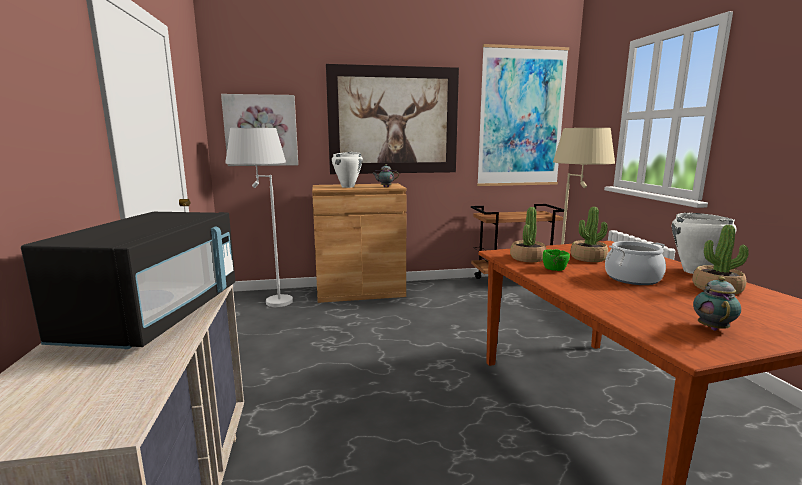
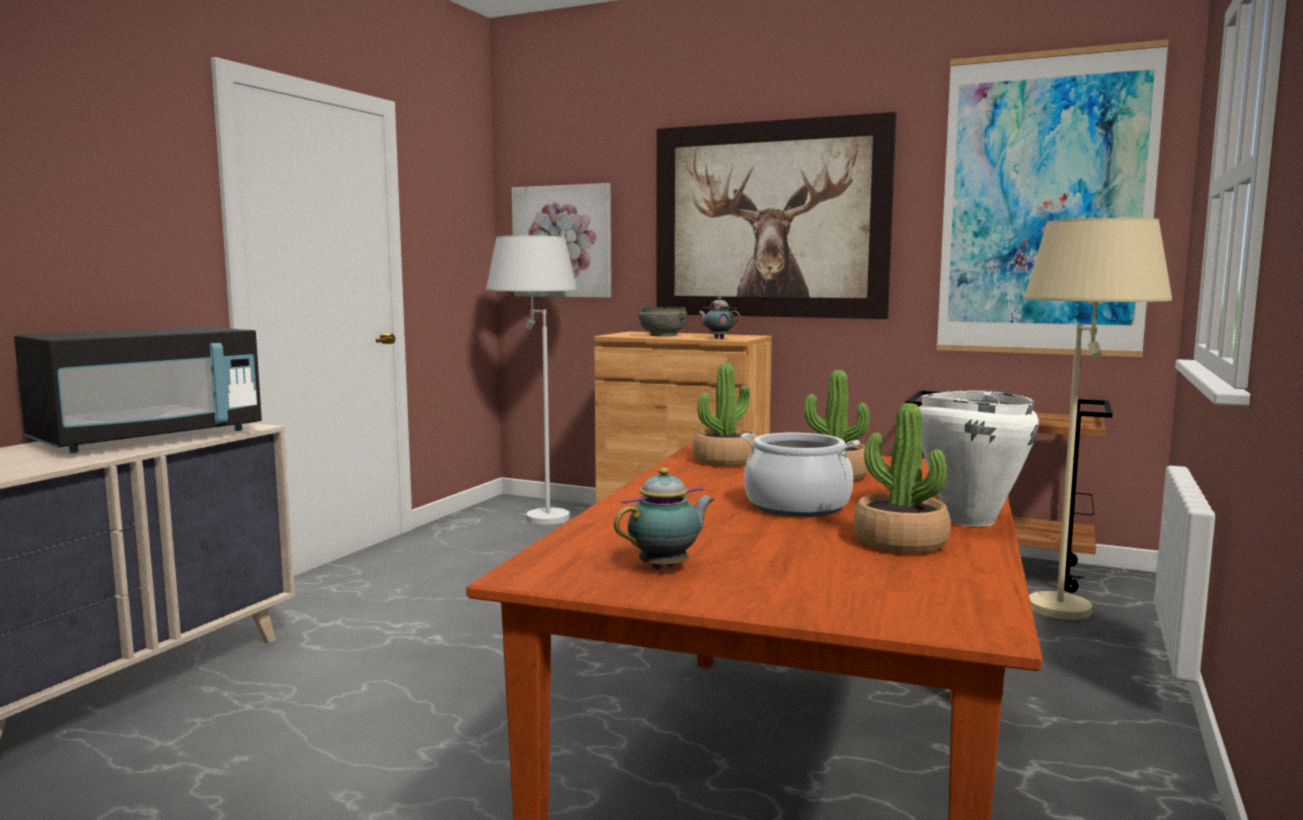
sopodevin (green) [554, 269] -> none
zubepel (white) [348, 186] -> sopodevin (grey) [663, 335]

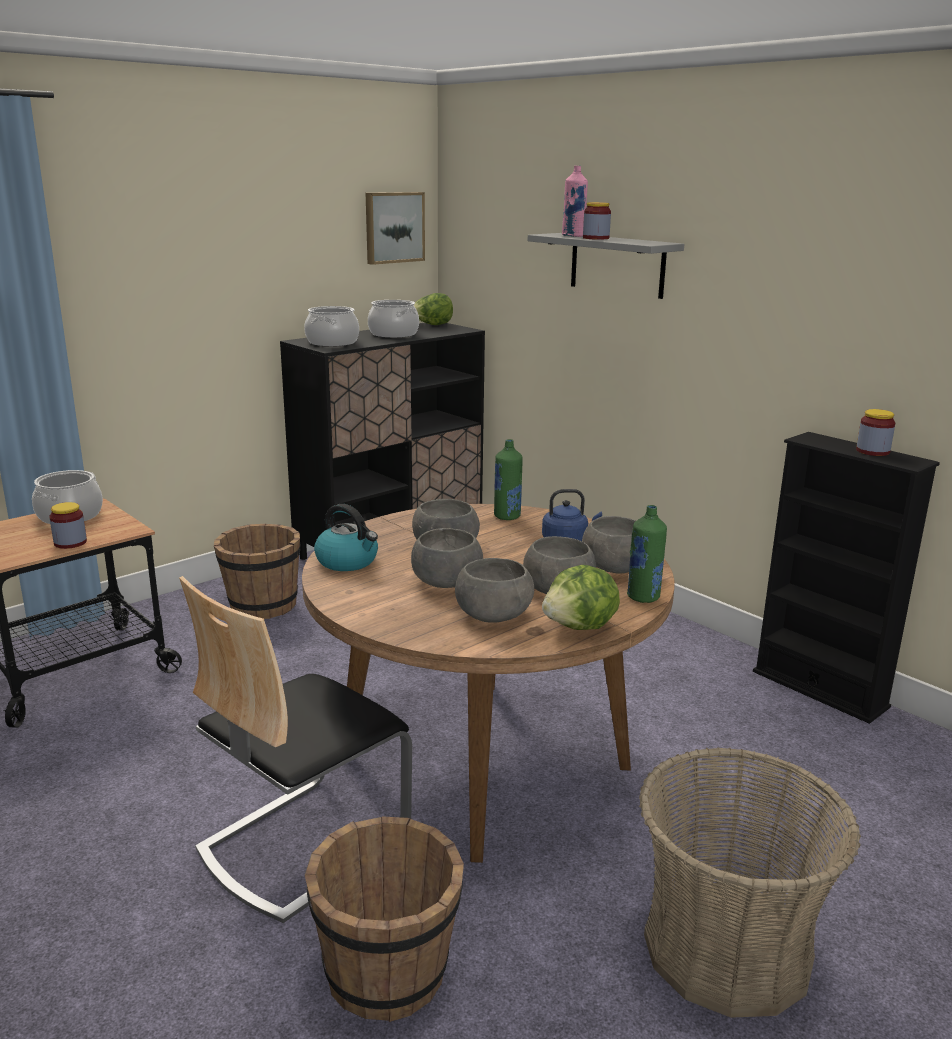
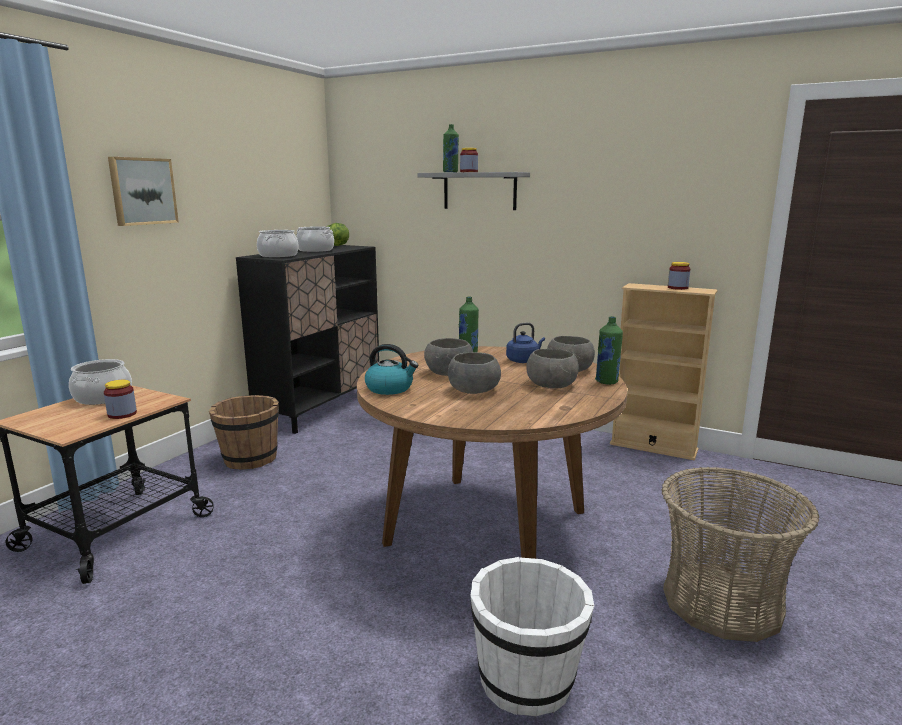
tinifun [302, 842] -> none
sopodevin (grey) [494, 614] -> none
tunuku [581, 627] -> none
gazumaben [393, 227] -> gazumaben [142, 191], shifted
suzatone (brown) [387, 973] -> suzatone (white) [527, 680]
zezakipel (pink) [573, 236] -> zezakipel (green) [450, 172]
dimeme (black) [819, 689] -> dimeme (beige) [653, 447]

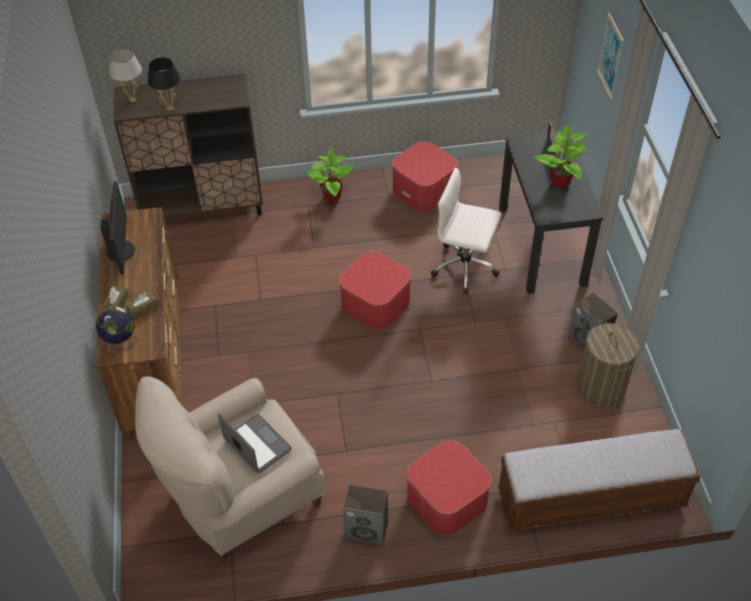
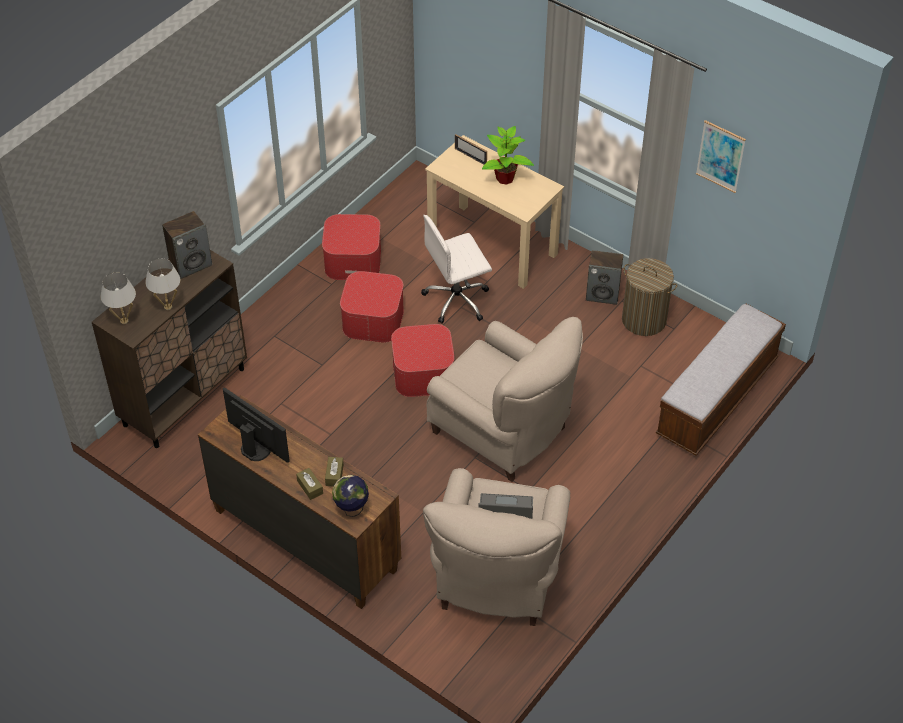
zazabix [331, 197] -> none
none -> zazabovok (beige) [504, 432]
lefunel [367, 530] -> lefunel [191, 264], shifted
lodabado [447, 499] -> lodabado [373, 319], shifted
gazumaben [610, 56] -> gazumaben [720, 156], shifted
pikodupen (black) [169, 108] -> pikodupen (white) [168, 307]
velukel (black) [541, 245] -> velukel (beige) [492, 245]

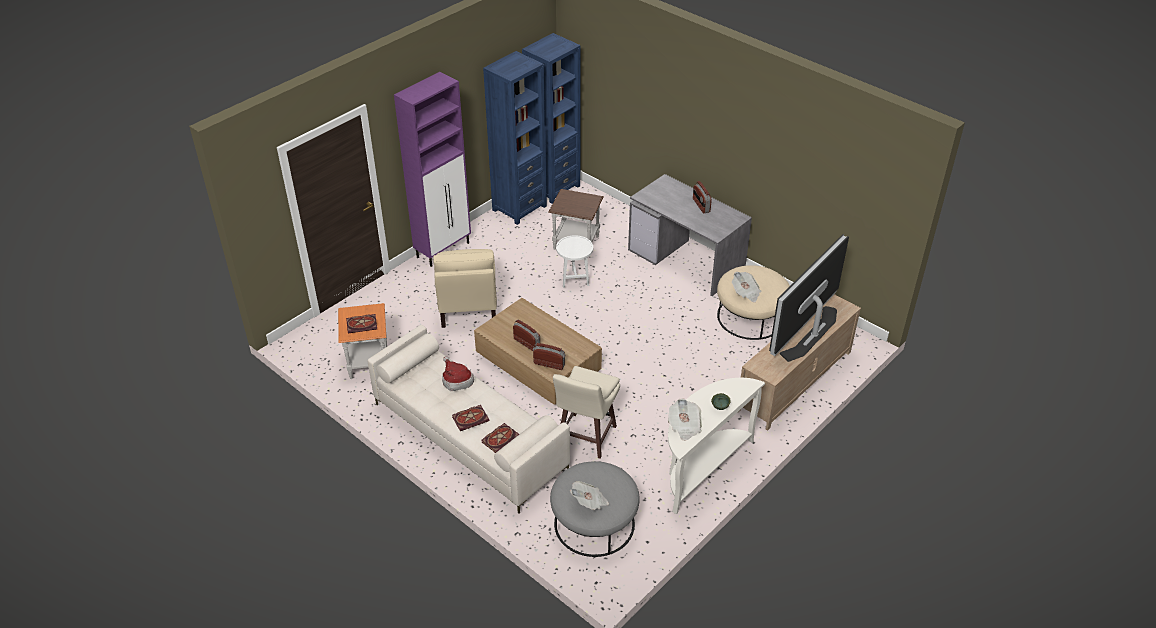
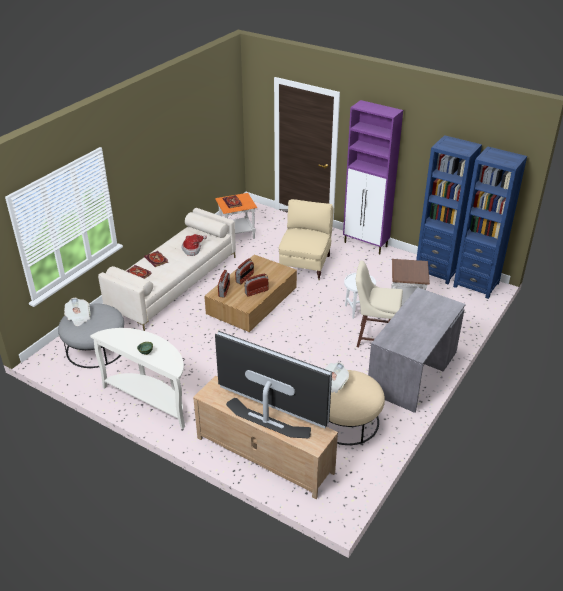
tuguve [684, 426] -> none
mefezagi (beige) [585, 437] -> mefezagi (beige) [374, 337], shifted
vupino [701, 205] -> vupino [256, 291], shifted
zazabovok (beige) [468, 306] -> zazabovok (beige) [305, 264], 120 degrees clockwise

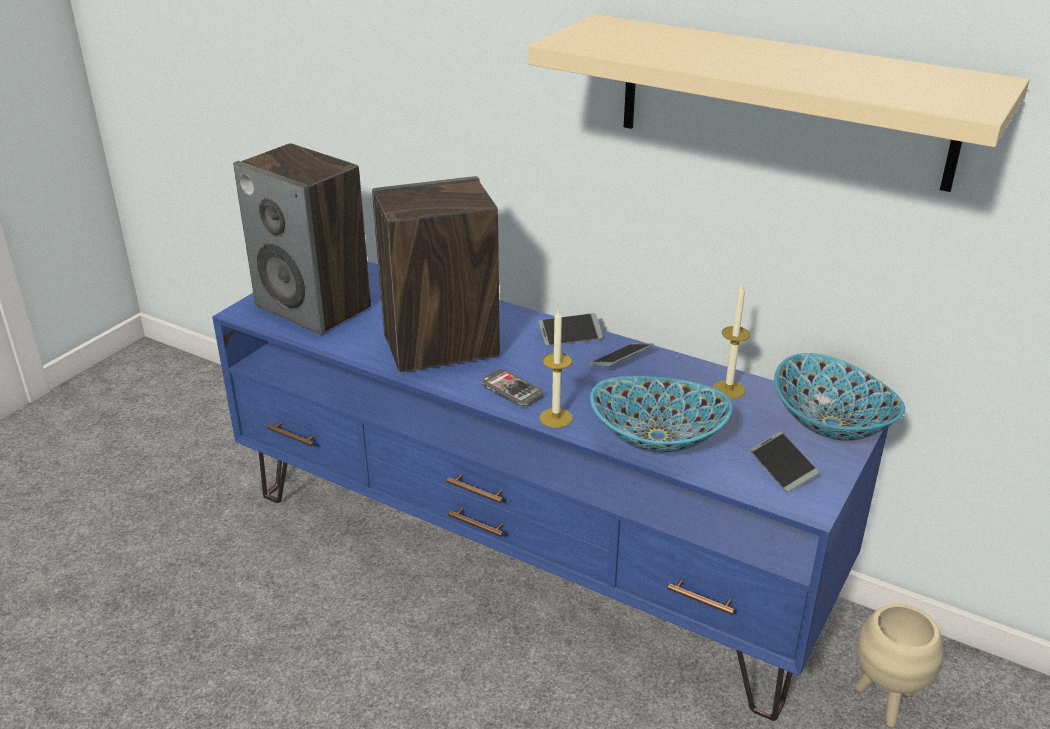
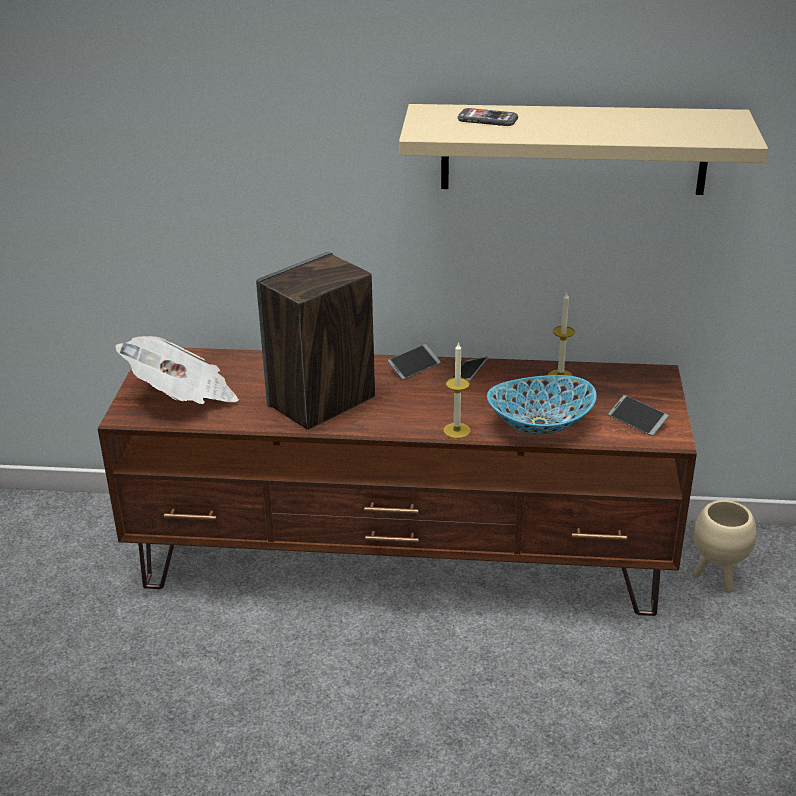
sopodevin [832, 424] -> none
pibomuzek [512, 390] -> pibomuzek [487, 119], shifted
lefunel [314, 307] -> tuguve [183, 397]
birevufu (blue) [528, 552] -> birevufu (brown) [402, 559]

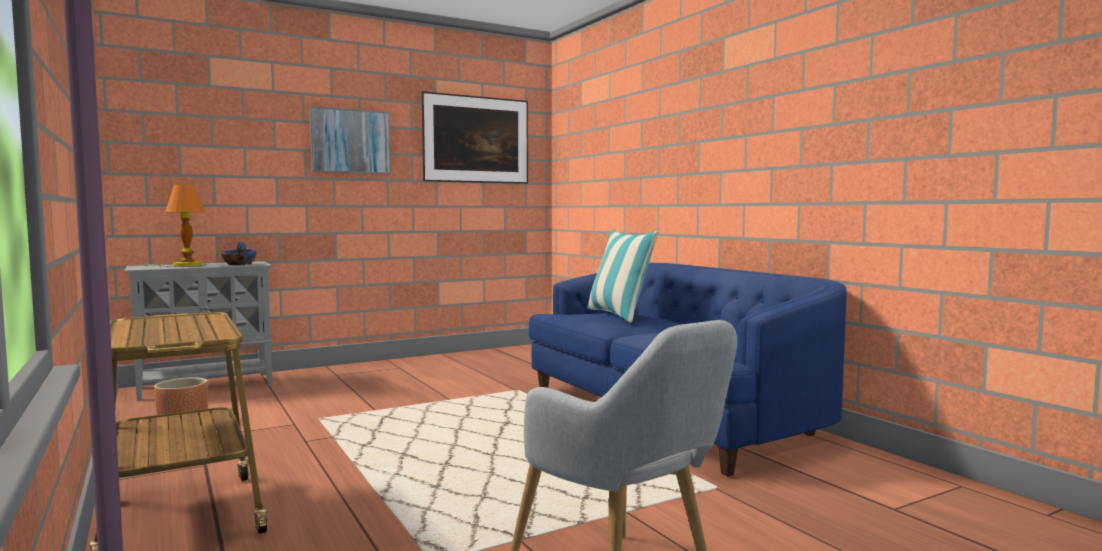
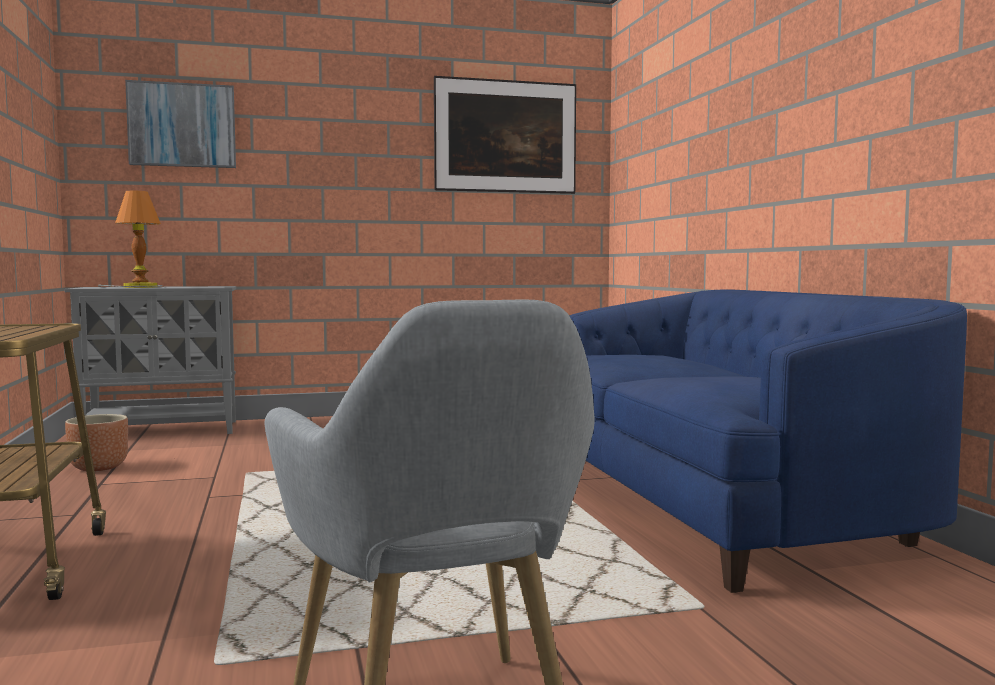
sopodevin (blue) [239, 264] -> none
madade [619, 315] -> none
gazumaben [350, 141] -> gazumaben [182, 125], shifted

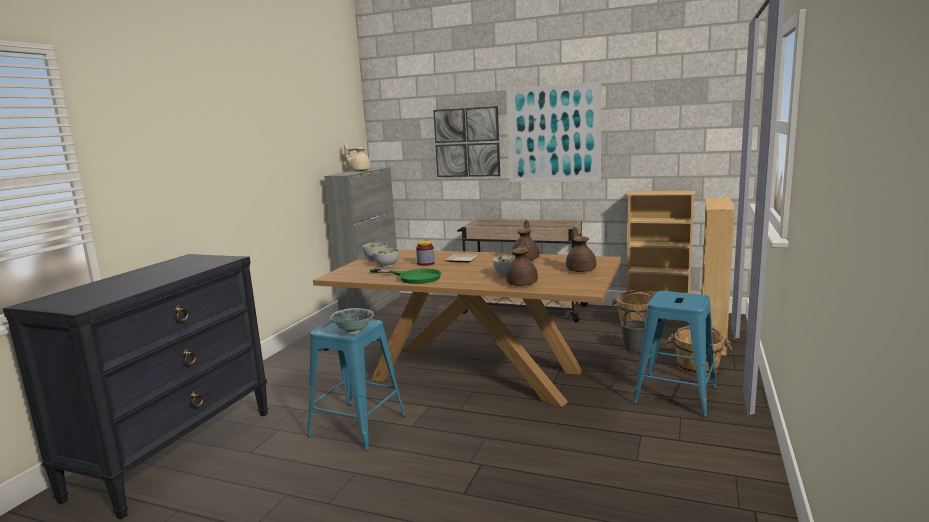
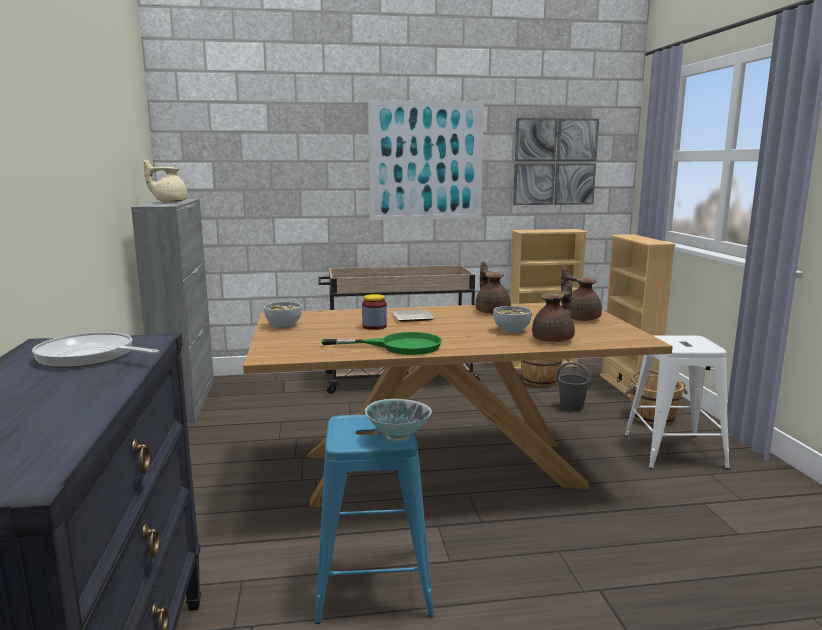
sopodevin [387, 265] -> none
none -> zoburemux [90, 356]
gazumaben [467, 142] -> gazumaben [555, 162], shifted
mefezagi (blue) [675, 395] -> mefezagi (white) [673, 450]
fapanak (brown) [522, 283] -> fapanak (brown) [554, 339], 60 degrees clockwise

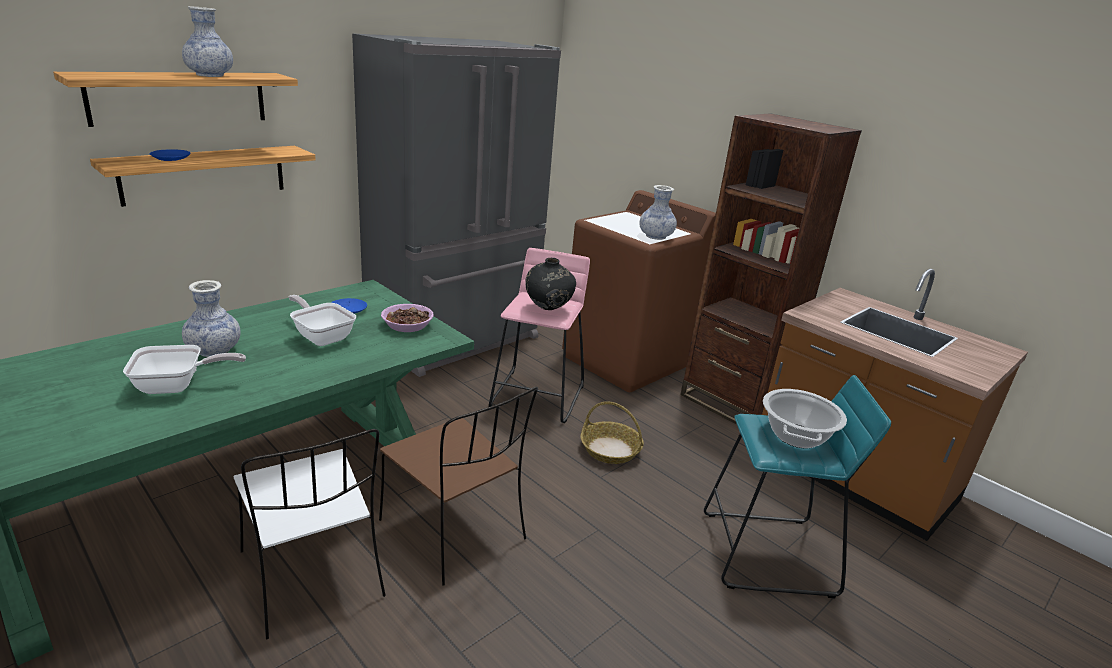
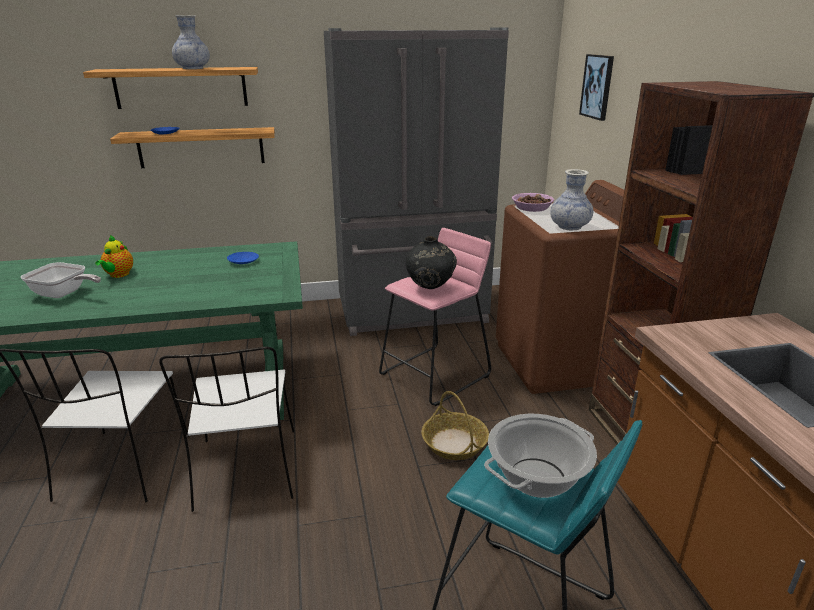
zoburemux [321, 336] -> none
none -> gazumaben [597, 86]
sopodevin [407, 325] -> sopodevin [532, 208], shifted
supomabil [214, 350] -> fapanak [118, 275]
tinifun (brown) [455, 532] -> tinifun (white) [247, 471]

